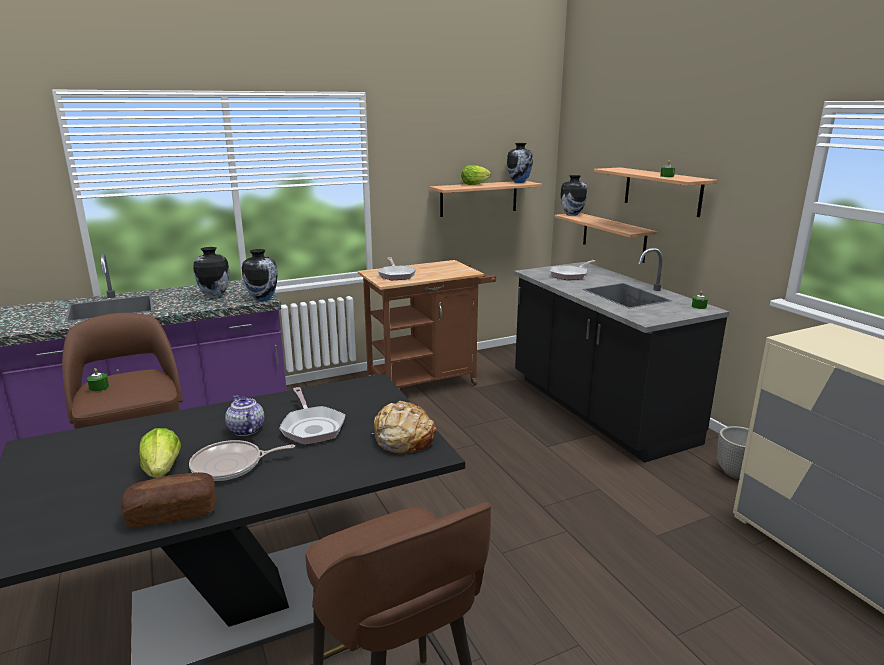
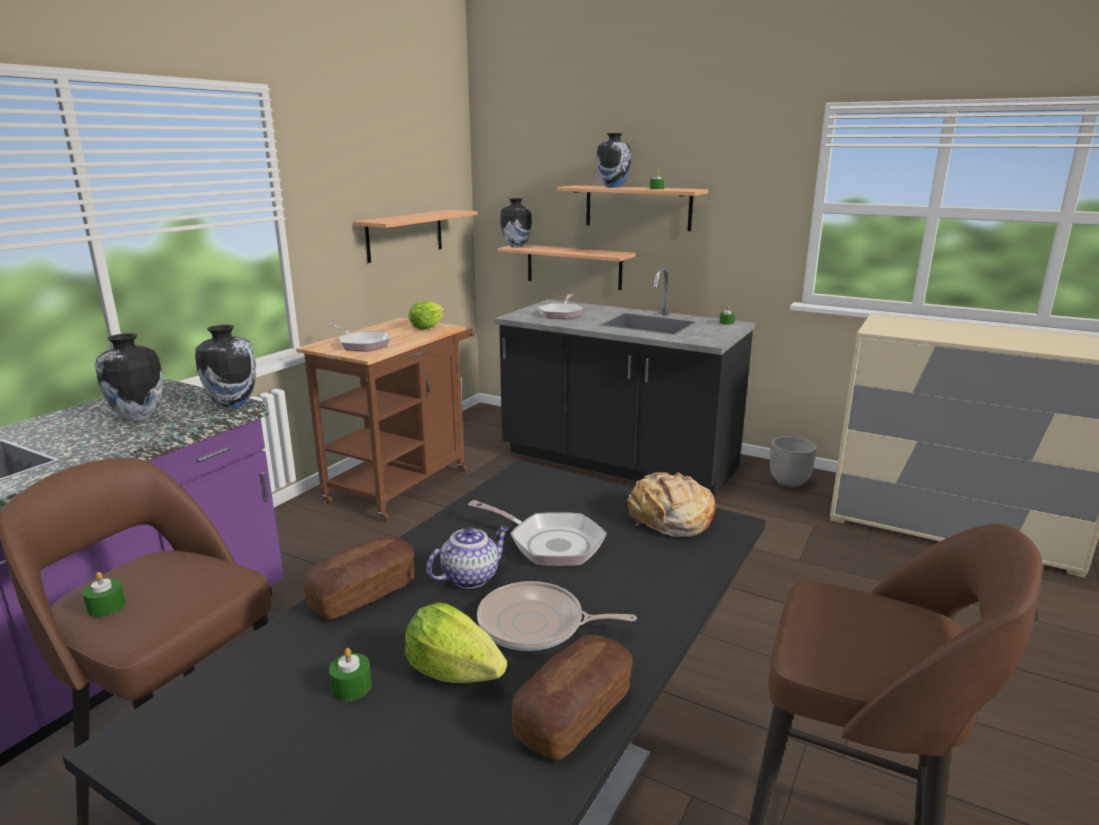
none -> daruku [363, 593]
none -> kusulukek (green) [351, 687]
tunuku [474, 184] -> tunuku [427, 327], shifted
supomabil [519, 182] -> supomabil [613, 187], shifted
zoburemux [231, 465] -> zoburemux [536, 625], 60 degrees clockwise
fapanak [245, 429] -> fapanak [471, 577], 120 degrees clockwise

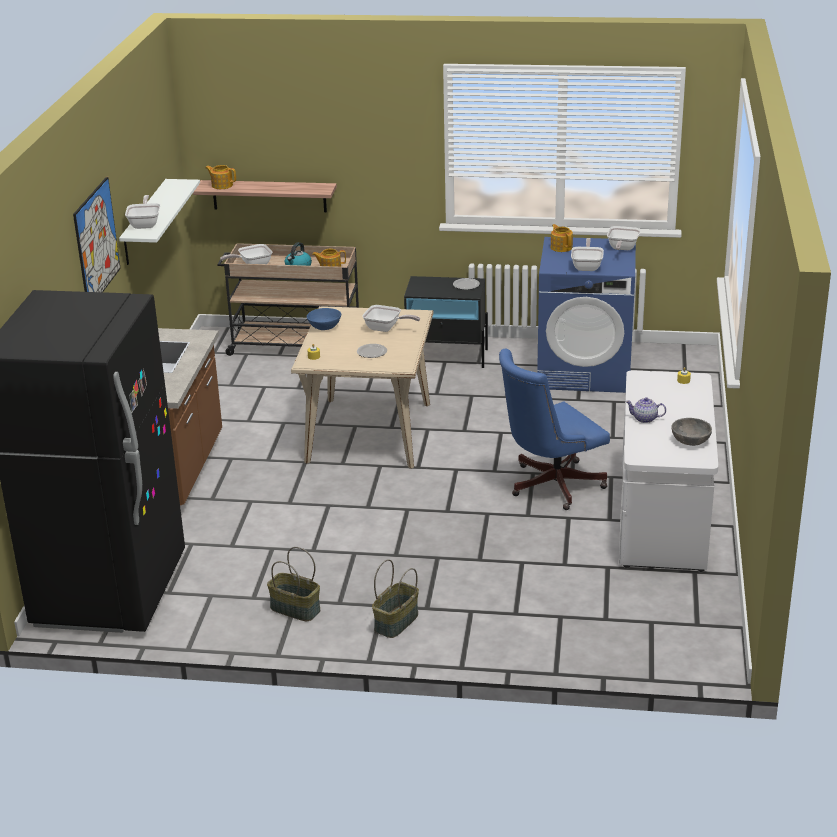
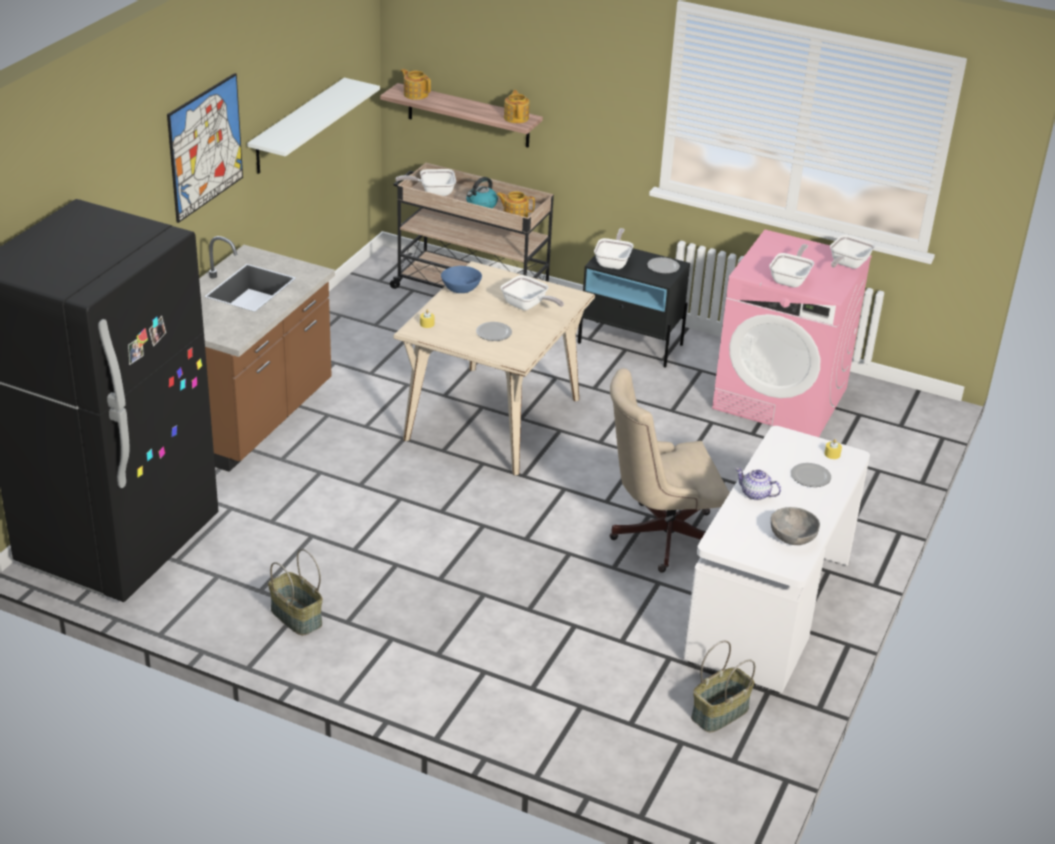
none -> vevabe [810, 476]
zoburemux [145, 224] -> zoburemux [613, 262], shifted
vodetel [396, 623] -> vodetel [720, 714], shifted
fapanak [561, 247] -> fapanak [516, 117], shifted
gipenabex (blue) [549, 485] -> gipenabex (beige) [659, 536]
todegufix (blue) [585, 371] -> todegufix (pink) [781, 398]

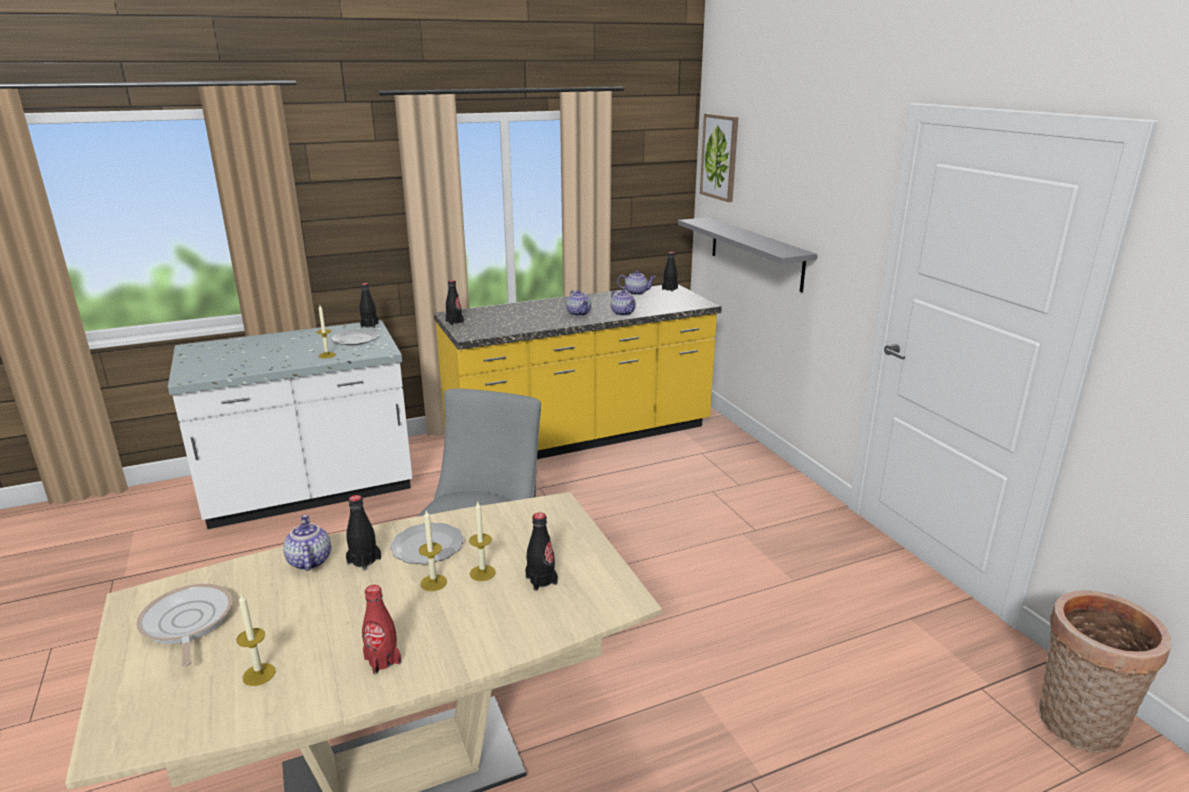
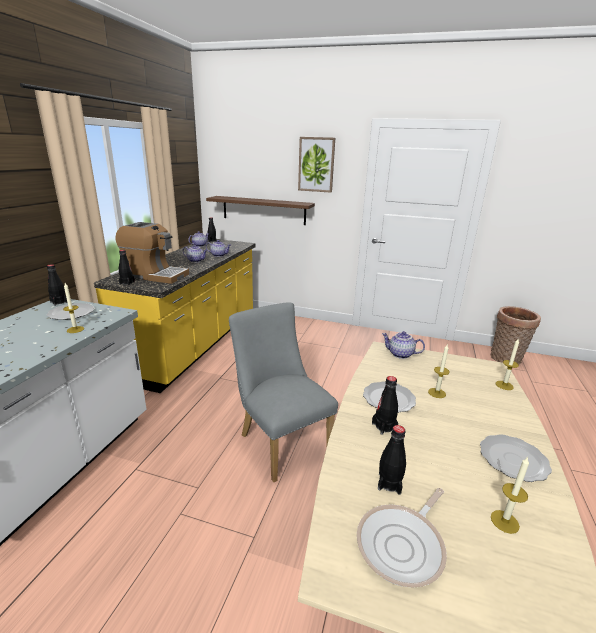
none -> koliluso [155, 275]
fapanak [308, 561] -> fapanak [400, 354], shifted
kusulukek [433, 582] -> kusulukek [504, 385], shifted
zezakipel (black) [541, 580] -> zezakipel (black) [389, 483], shifted
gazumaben [720, 157] -> gazumaben [316, 164], shifted
zezakipel (red) [382, 660] -> vevabe [513, 458]
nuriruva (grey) [756, 253] -> nuriruva (brown) [263, 210]
zoburemux [186, 623] -> zoburemux [403, 545], 60 degrees counterclockwise

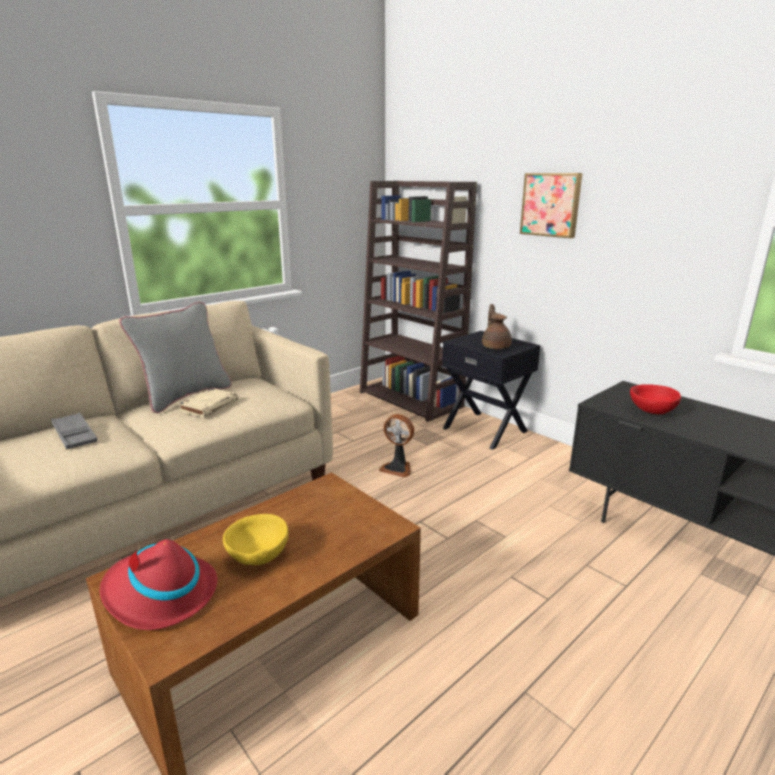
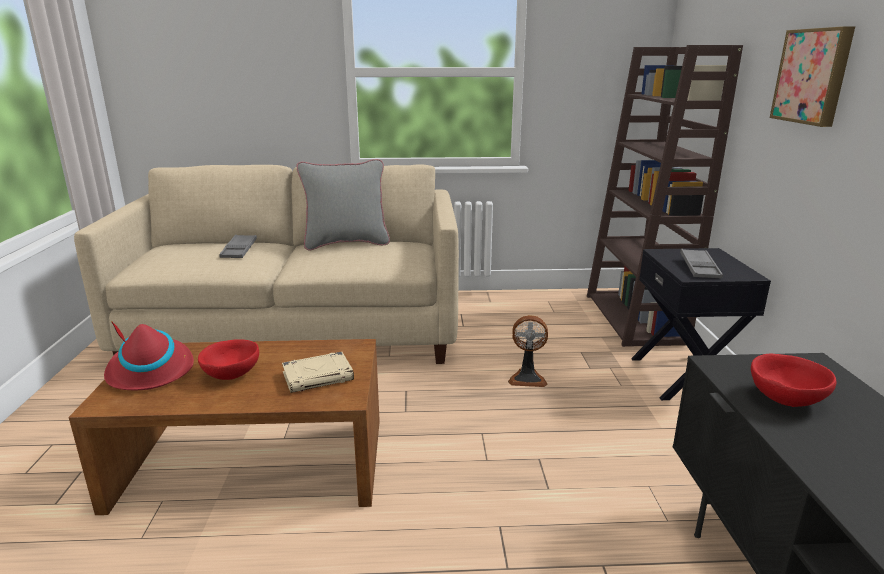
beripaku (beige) [209, 406] -> beripaku (beige) [318, 376], shifted
fapanak (brown) [495, 346] -> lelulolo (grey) [699, 268]
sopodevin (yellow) [257, 555] -> sopodevin (red) [231, 373]
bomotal [397, 468] -> bomotal [527, 378], 60 degrees counterclockwise

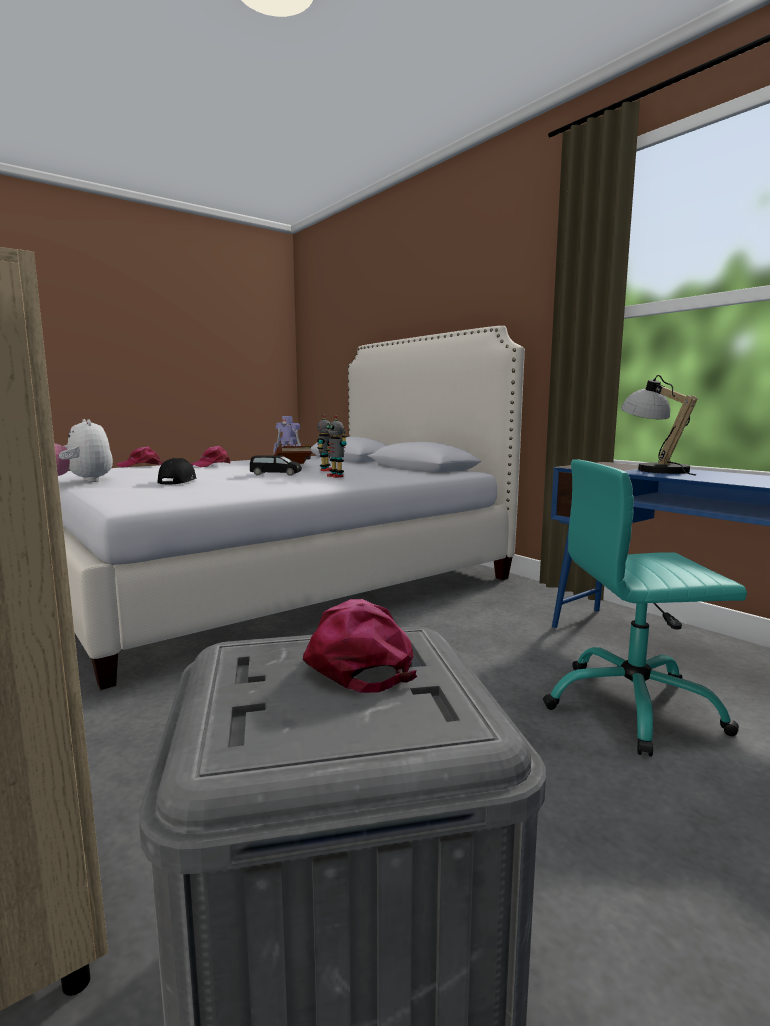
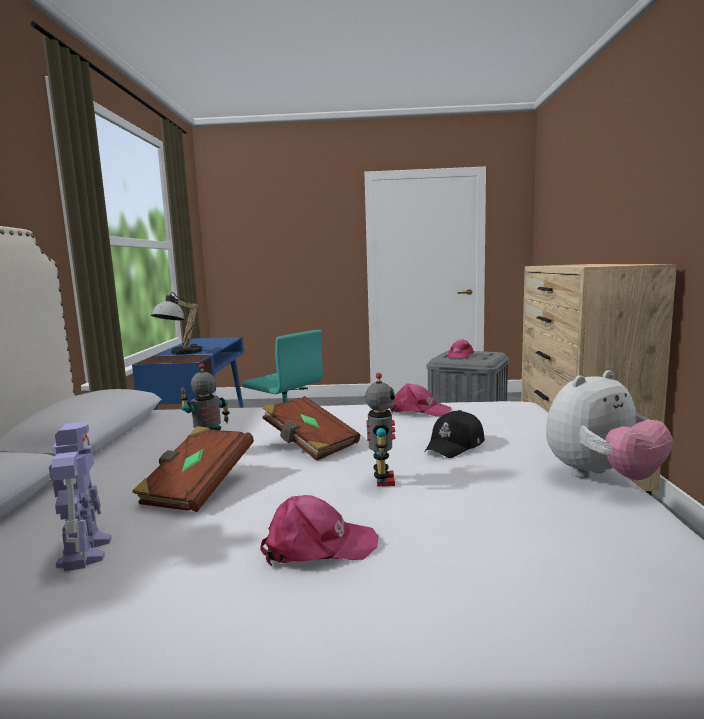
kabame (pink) [140, 465] -> kabame (pink) [419, 411], shifted
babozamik [336, 476] -> babozamik [382, 480], shifted
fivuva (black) [276, 474] -> beripaku (brown) [310, 444]
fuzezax [82, 481] -> fuzezax [601, 477], 60 degrees clockwise

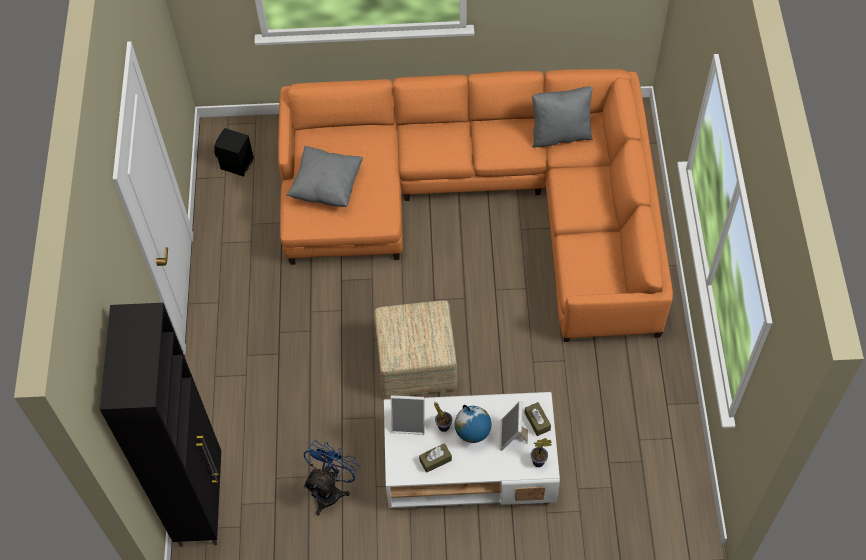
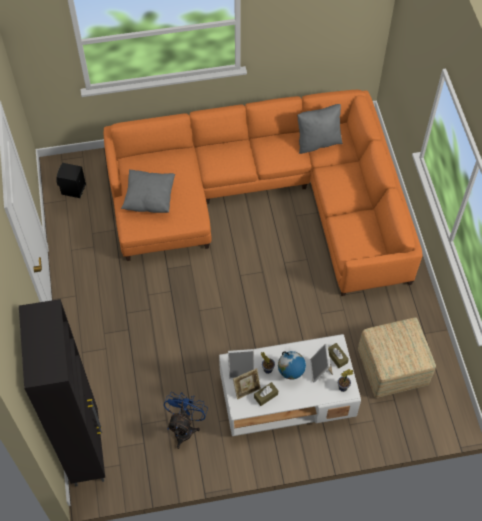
none -> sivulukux [247, 389]
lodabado [415, 364] -> lodabado [391, 369], shifted

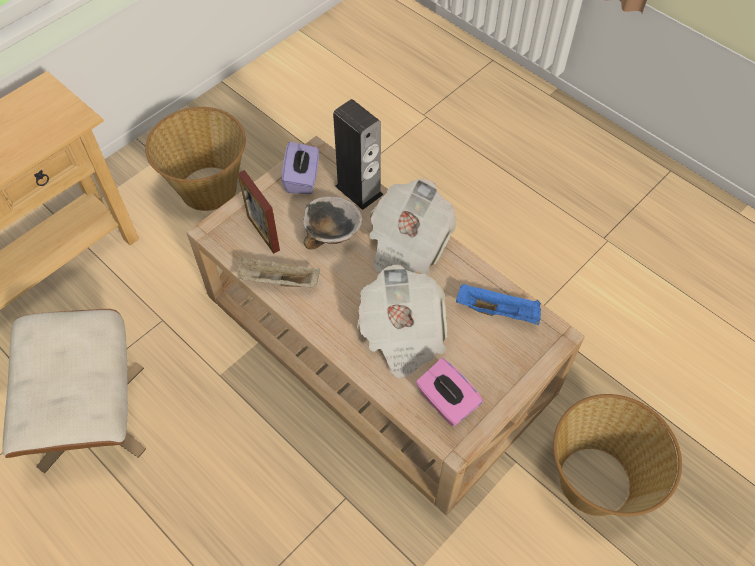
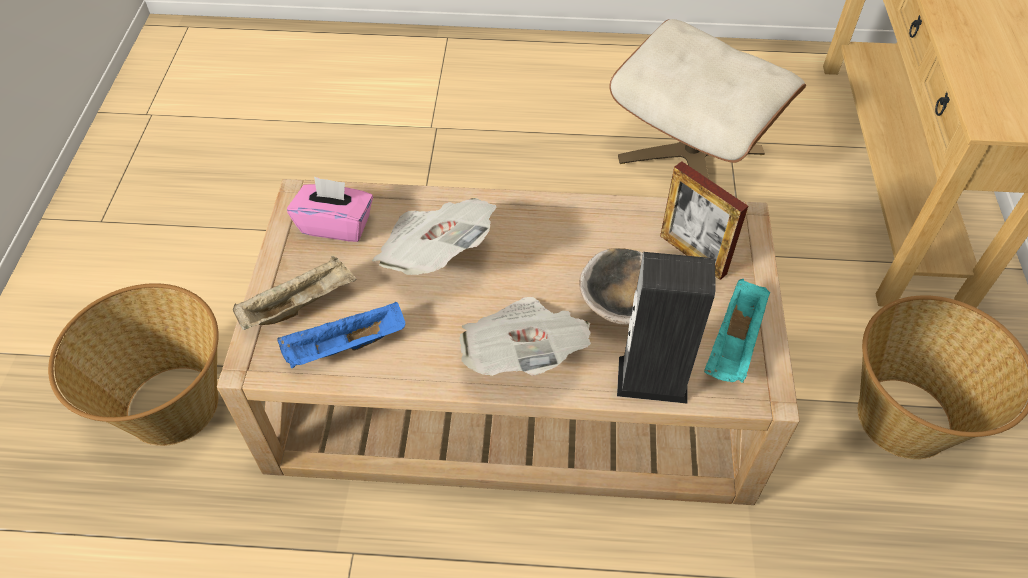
lelulolo (beige) [277, 281] -> lelulolo (beige) [300, 305], shifted
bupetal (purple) [302, 179] -> lelulolo (turquoise) [734, 344]
sivulukux [263, 233] -> sivulukux [693, 254], 150 degrees counterclockwise

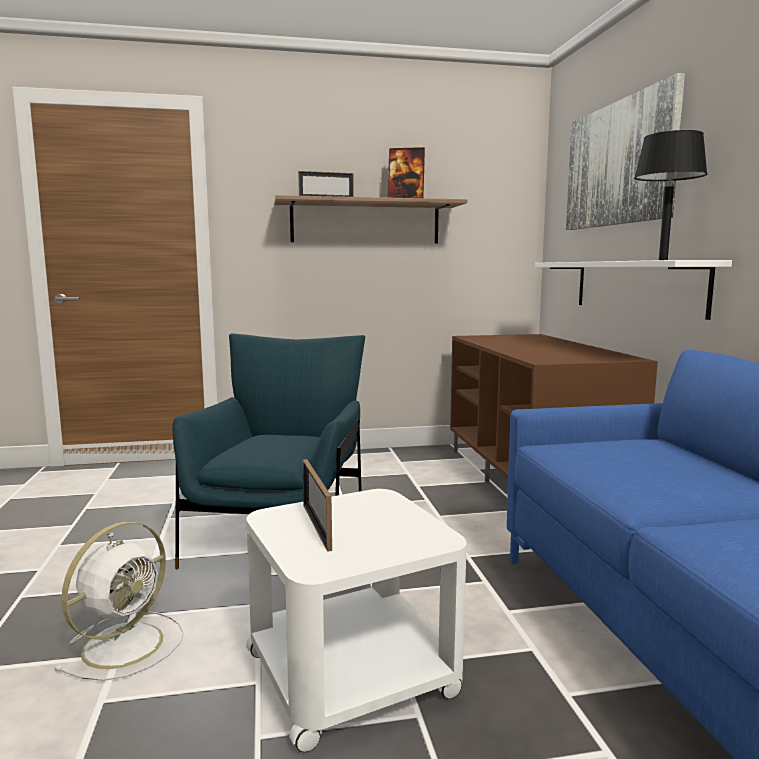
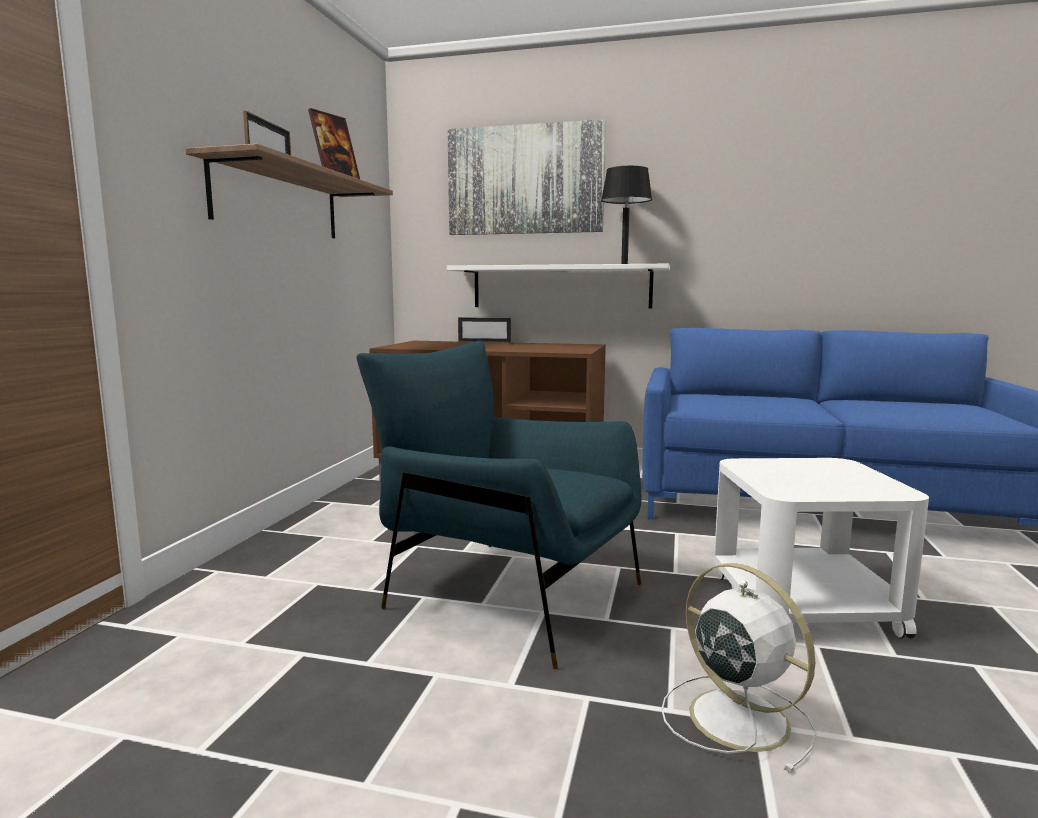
sivulukux [316, 526] -> sivulukux [484, 342], shifted

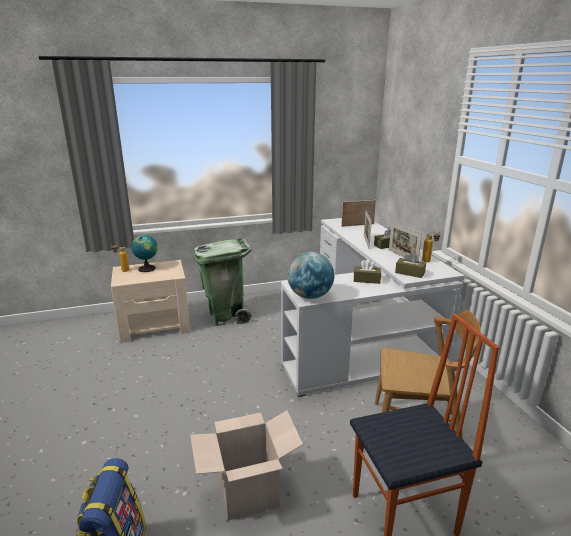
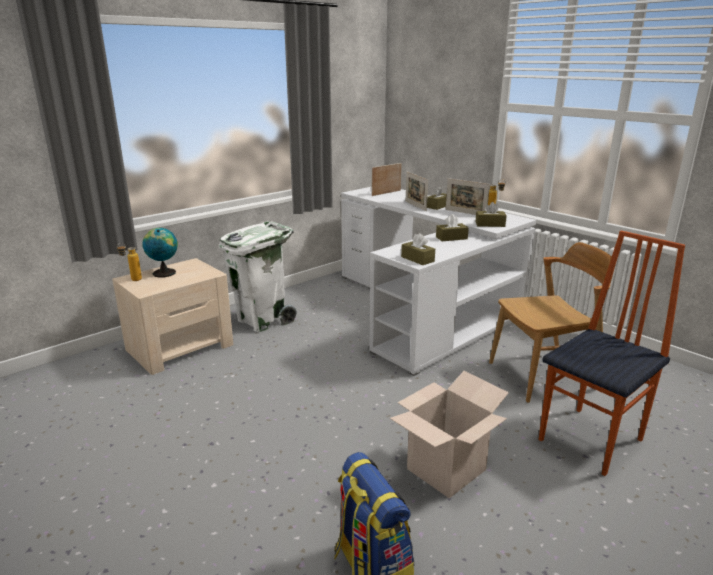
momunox [310, 296] -> bupetal (brown) [417, 259]
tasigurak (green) [226, 316] -> tasigurak (white) [262, 320]

